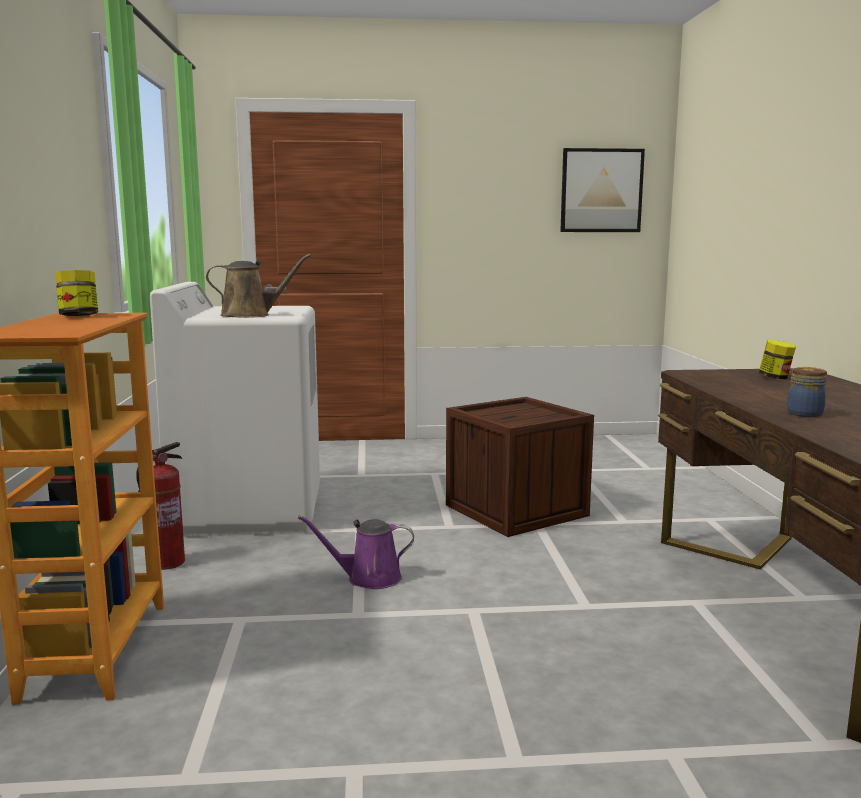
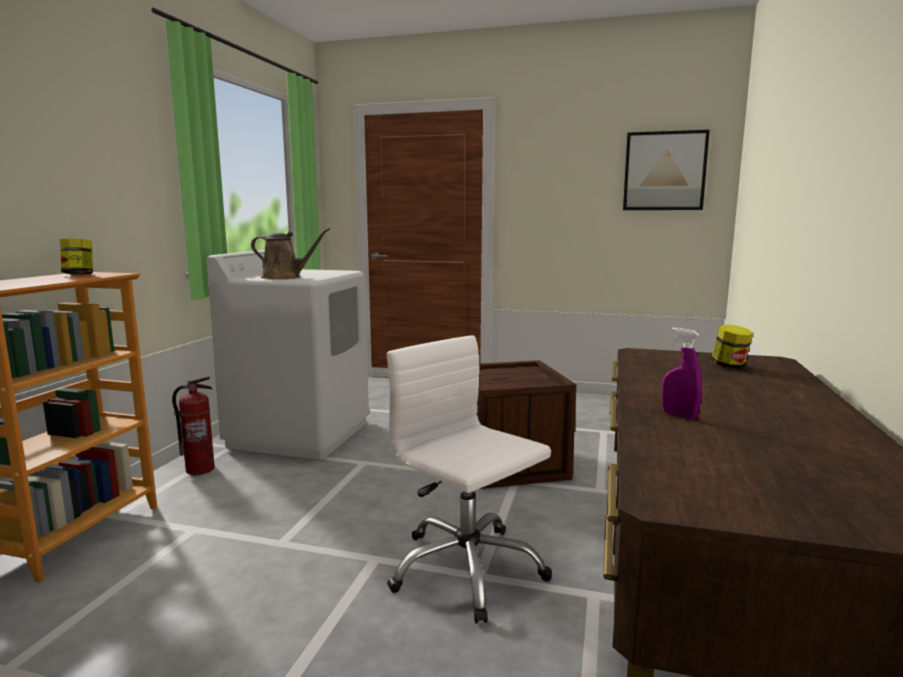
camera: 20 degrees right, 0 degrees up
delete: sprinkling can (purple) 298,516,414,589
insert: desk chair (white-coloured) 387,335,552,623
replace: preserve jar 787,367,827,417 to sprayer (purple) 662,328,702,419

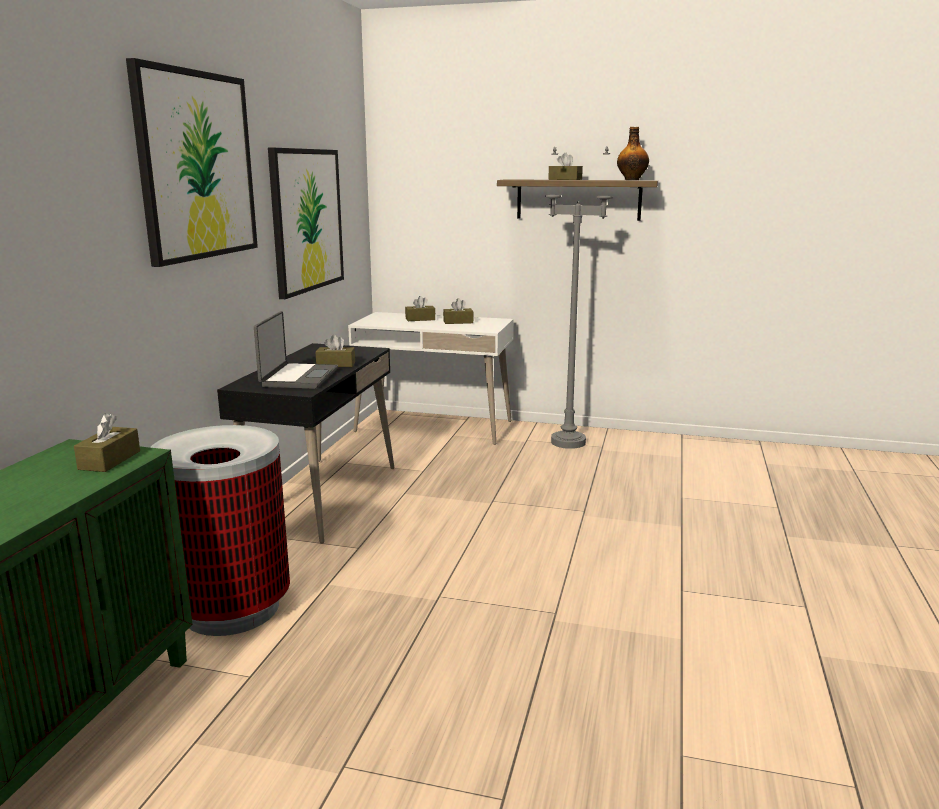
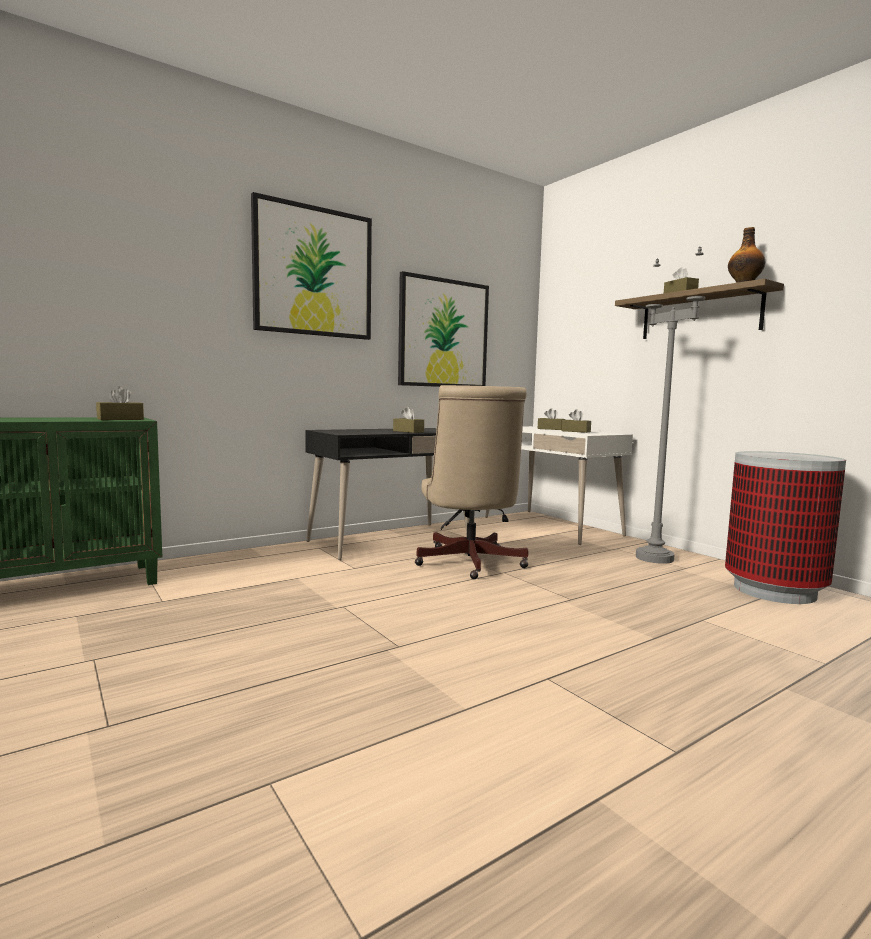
camera: 40 degrees right, 10 degrees down
delete: portable computer 254,311,338,389
insert: desk chair (beige) 415,385,528,579
move: trash can 150,425,290,636 to 725,451,846,604

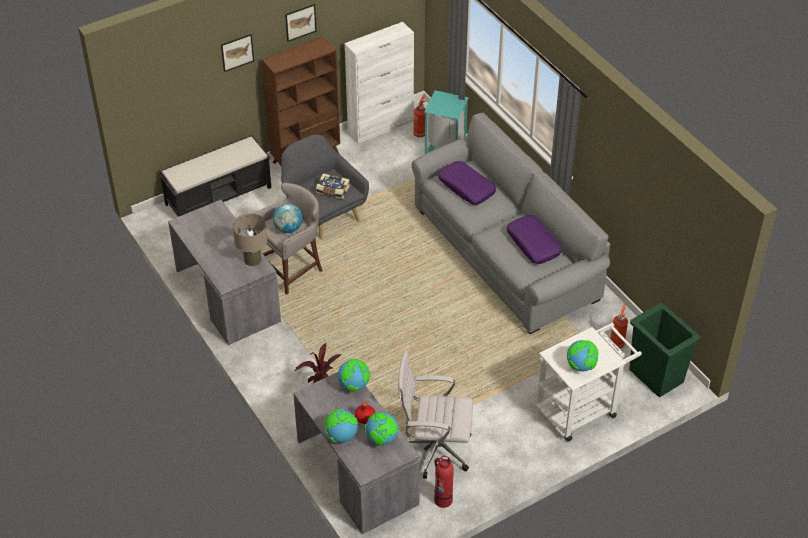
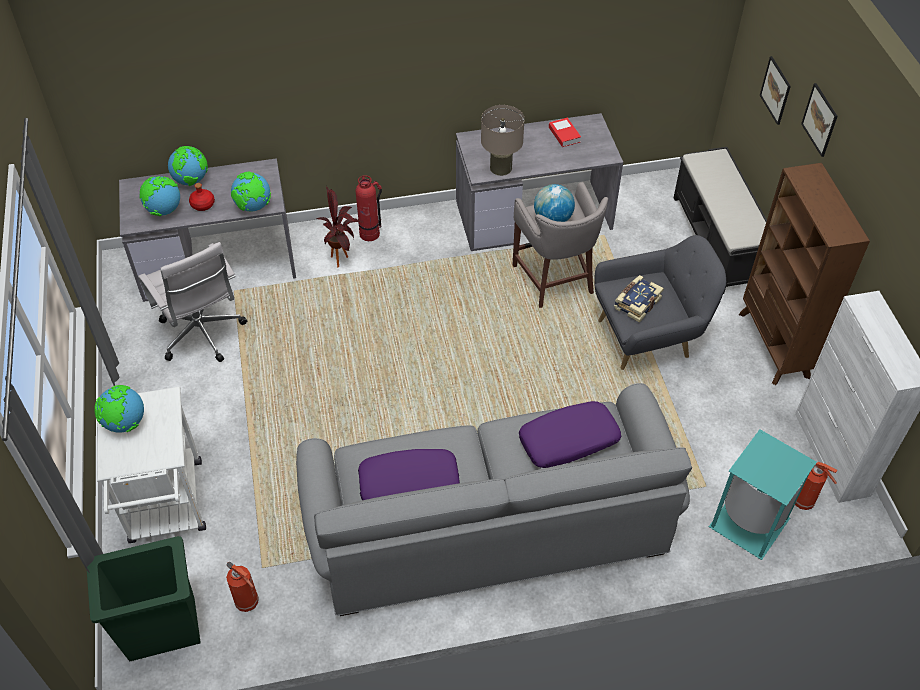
camera: 110 degrees right, 5 degrees up
insert: book 549,118,581,147
move: wall picture 285,4,317,42 to 760,56,791,125; extinguisher 434,456,454,508 to 355,175,382,241
rotate: desk chair (white-coloured) 398,351,473,479 = 138,242,247,362 120 degrees clockwise

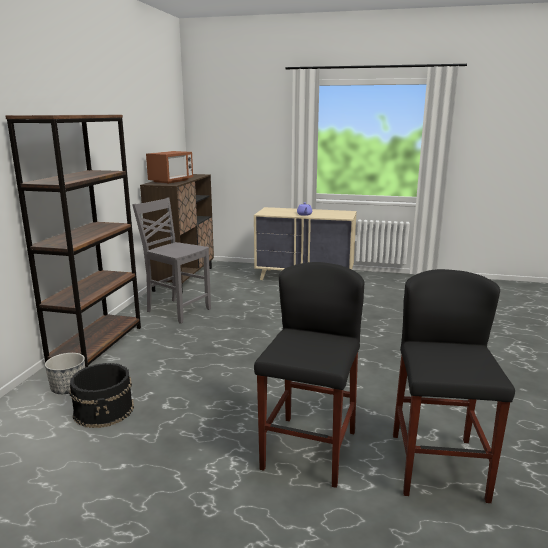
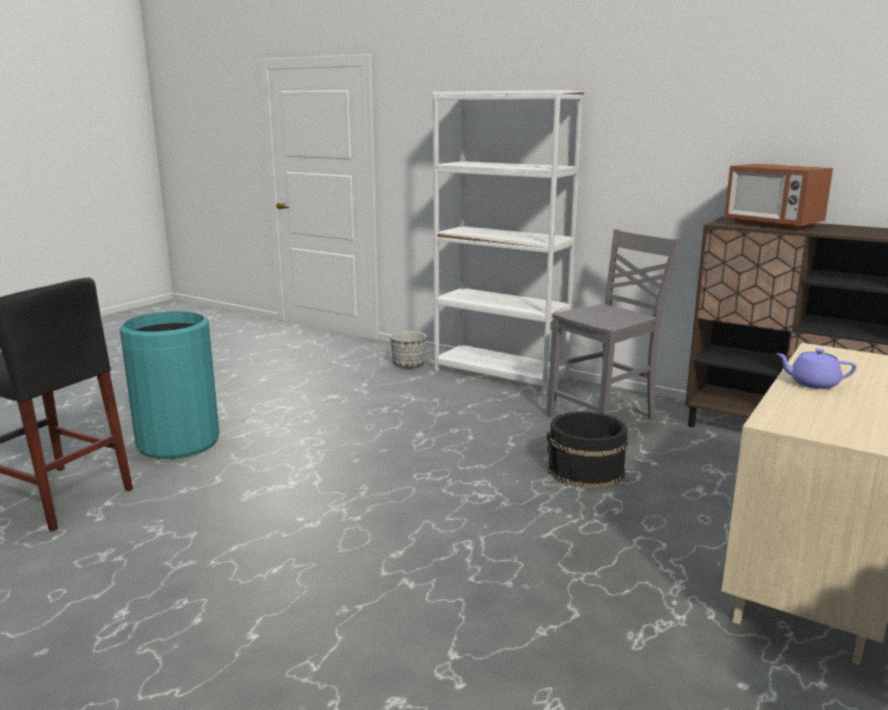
camera: 110 degrees right, 0 degrees up
move: water bucket (black) 69,363,134,428 to 547,412,628,488
replace: sitting stool (black) 254,262,364,488 to trash can (blue-green) 120,311,220,459
recolor: bookshelf (brown-coloured) 5,115,141,368 to bookshelf (white-coloured) 432,90,584,395

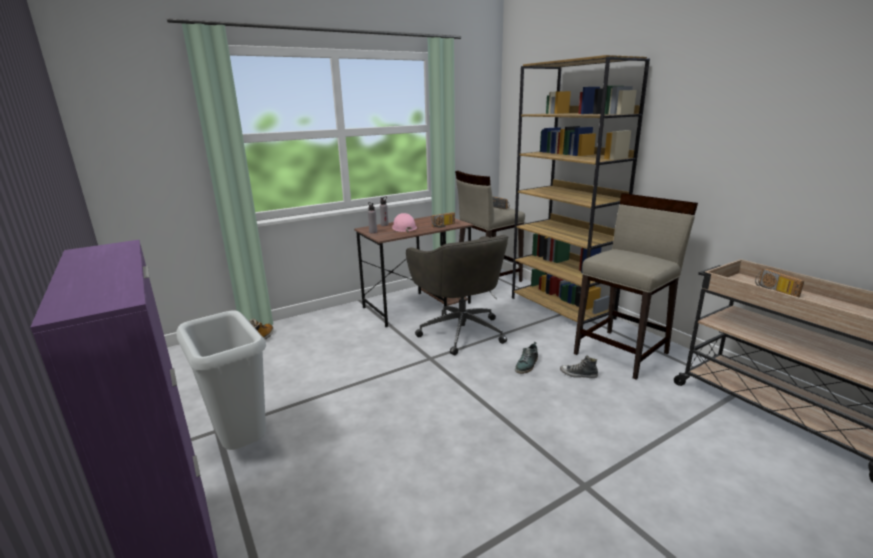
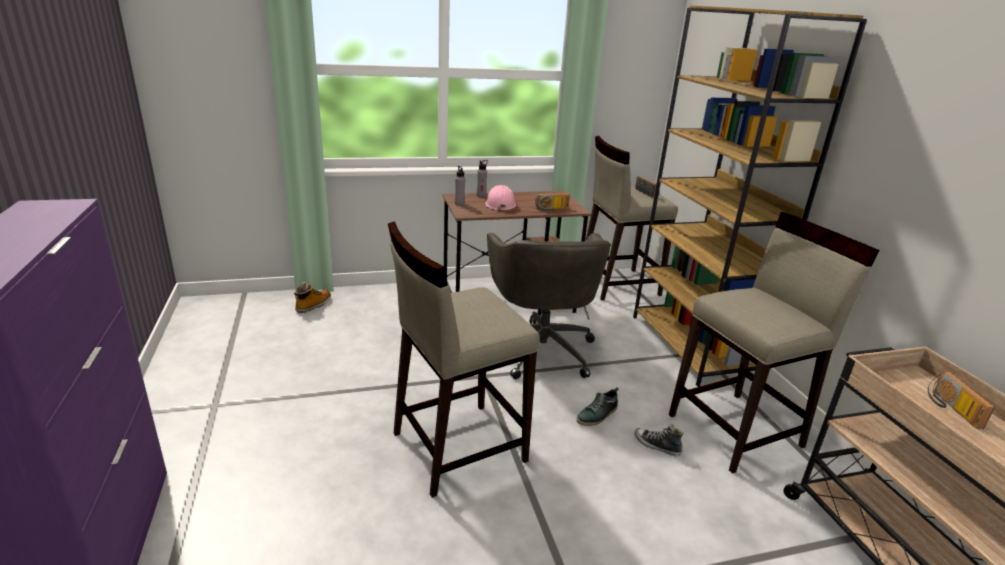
camera: 15 degrees right, 5 degrees up
delete: trash can (greyish) 176,310,266,450
insert: sitting stool (beige) 388,221,540,498

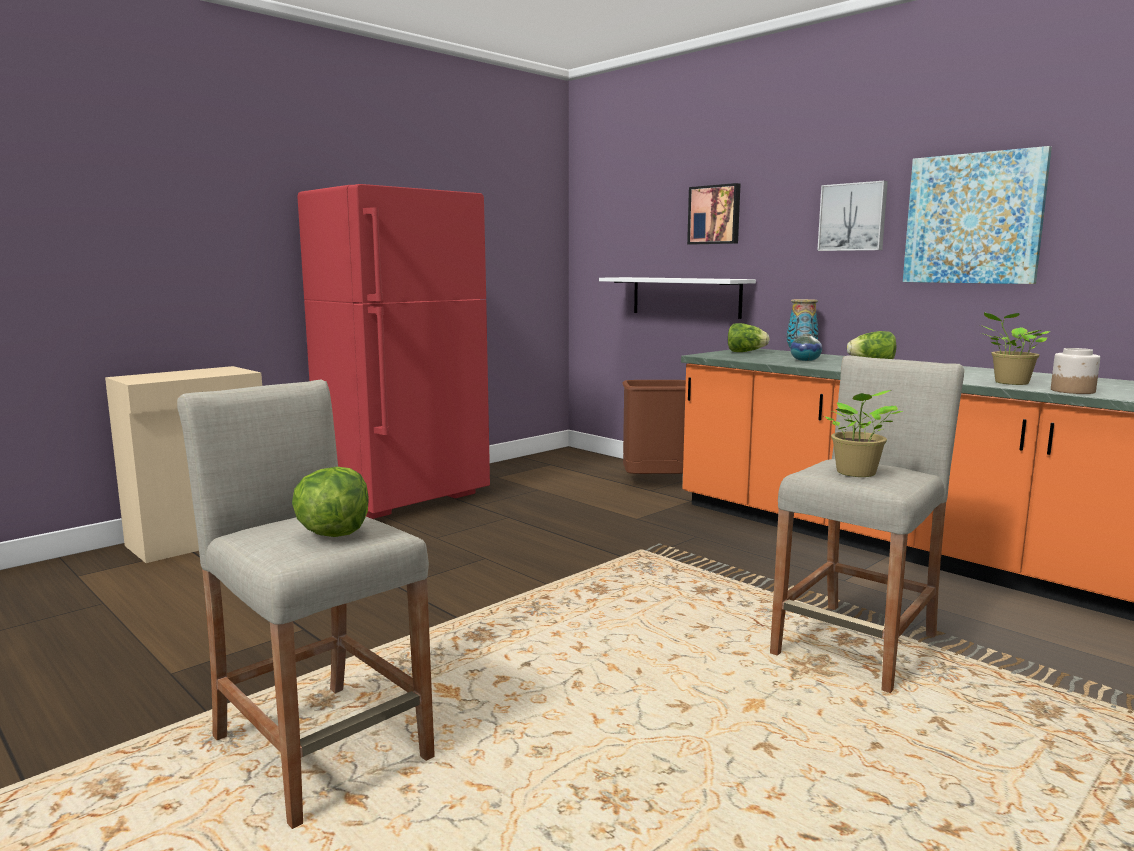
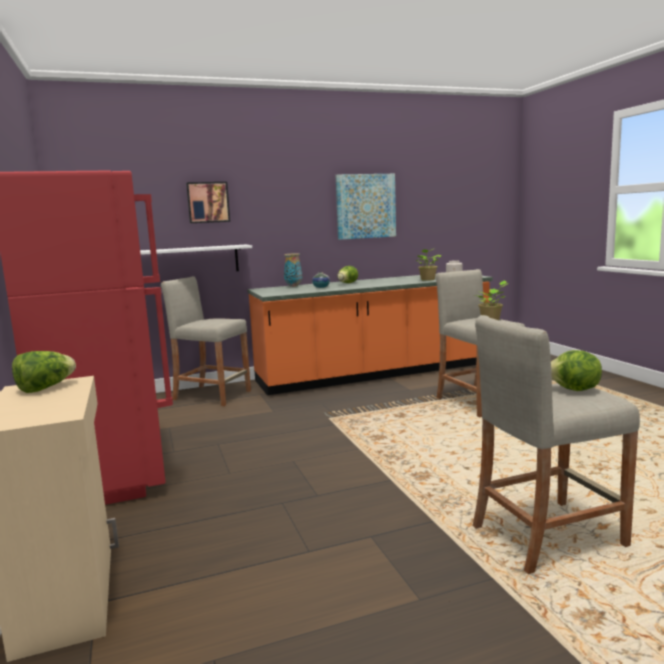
camera: 65 degrees left, 0 degrees up
delete: wall picture 817,181,888,251
move: lettuce head 728,323,770,352 to 12,351,76,393
replace: trash can (brown-coloured) 622,380,686,474 to sitting stool (beige) 161,276,251,406

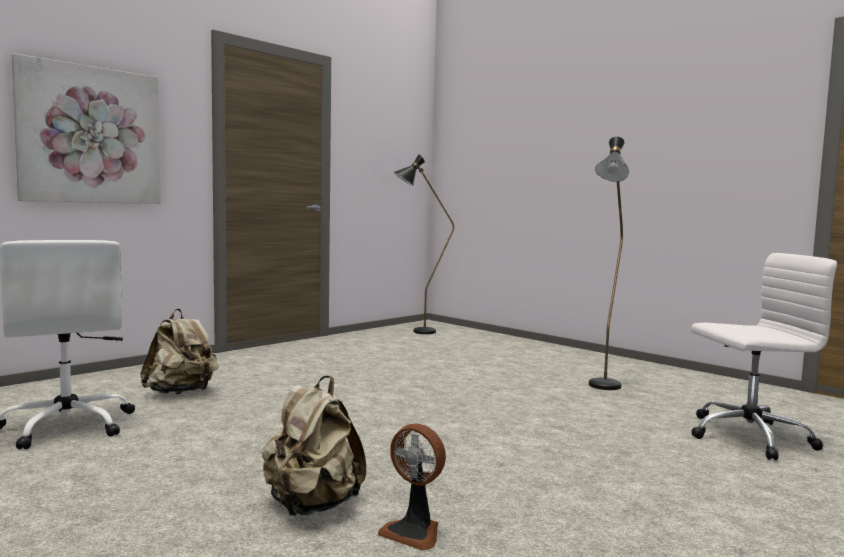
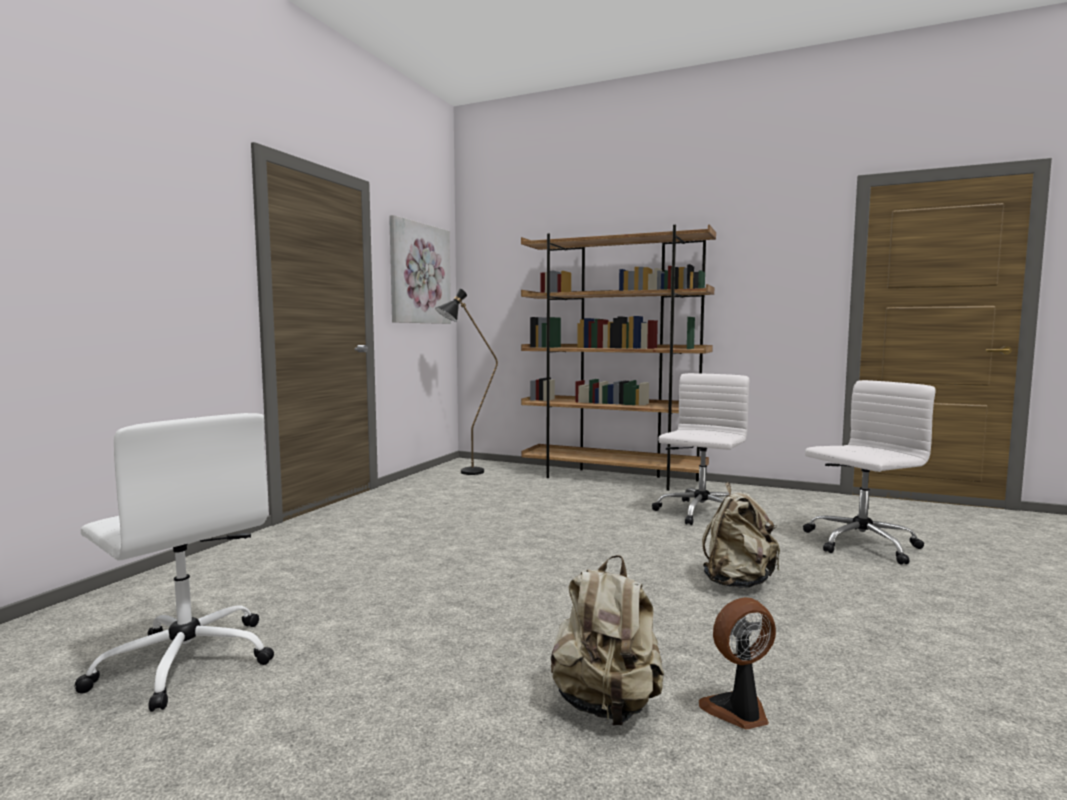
camera: 20 degrees left, 0 degrees up
insert: bookshelf (brown-coloured) 521,225,716,491
move: wall picture 12,53,161,204 to 389,215,451,324; knapsack (beige) 140,309,219,394 to 702,482,780,588
replace: standing lamp (black) 589,137,629,390 to desk chair (white-coloured) 652,373,750,525
rotate: cooling fan 378,423,446,551 = 699,597,776,730 150 degrees clockwise

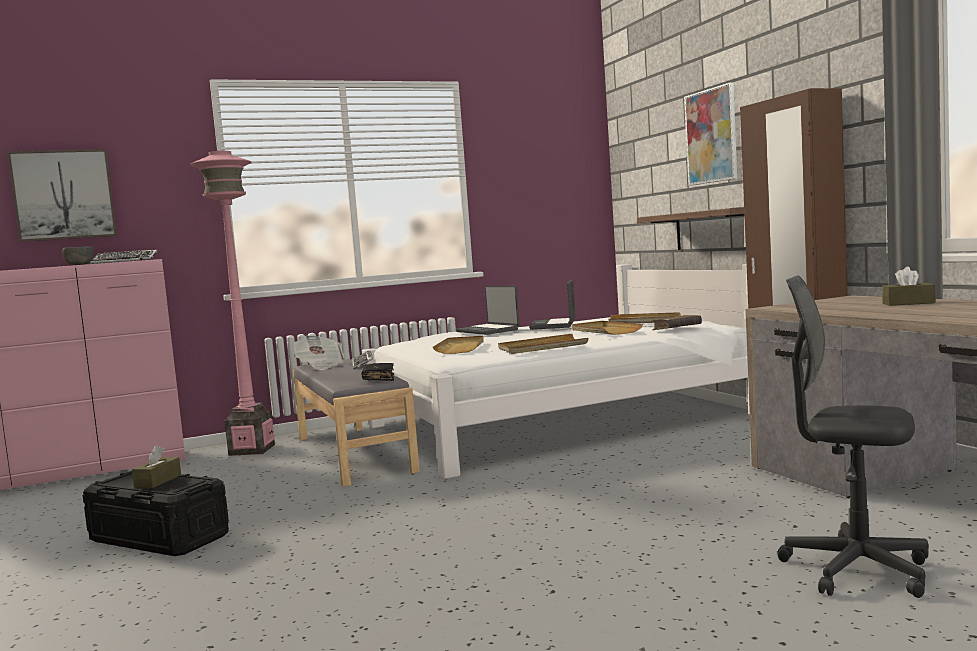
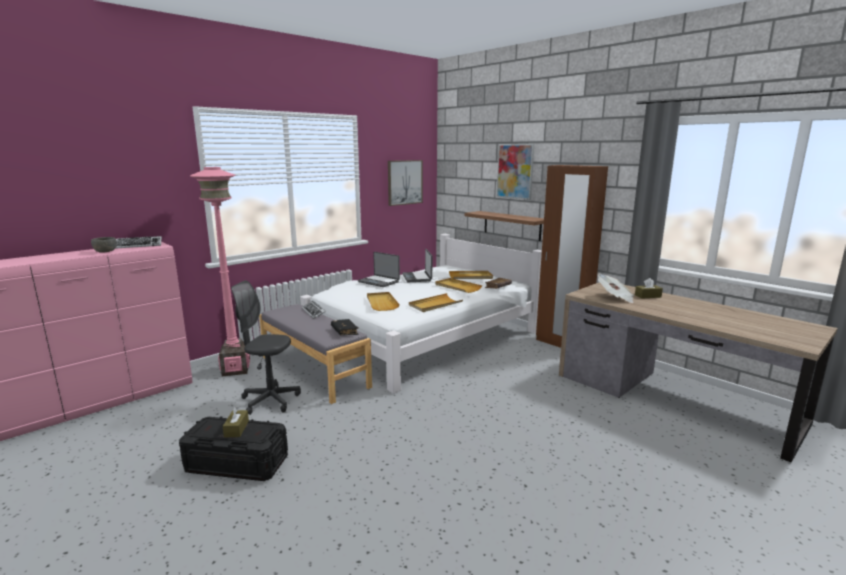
camera: 20 degrees left, 10 degrees up
move: wall picture 7,149,117,242 to 388,160,423,206; printed paper 293,335,344,370 to 598,274,634,303; desk chair (greyish) 777,276,929,598 to 231,280,301,415

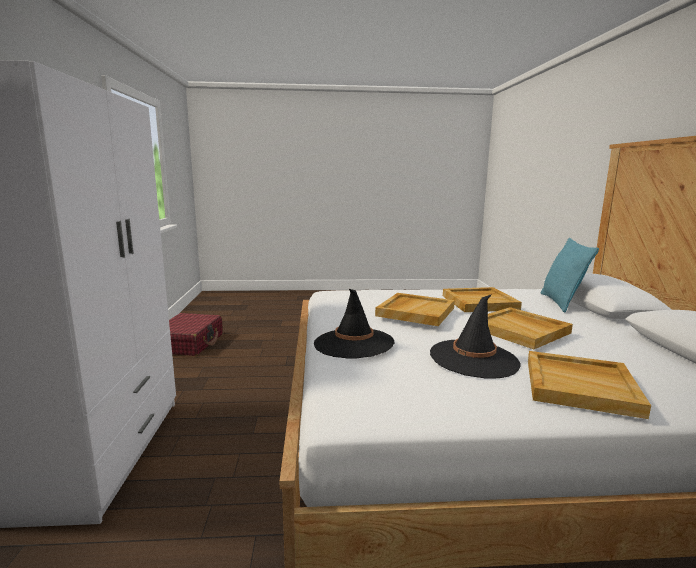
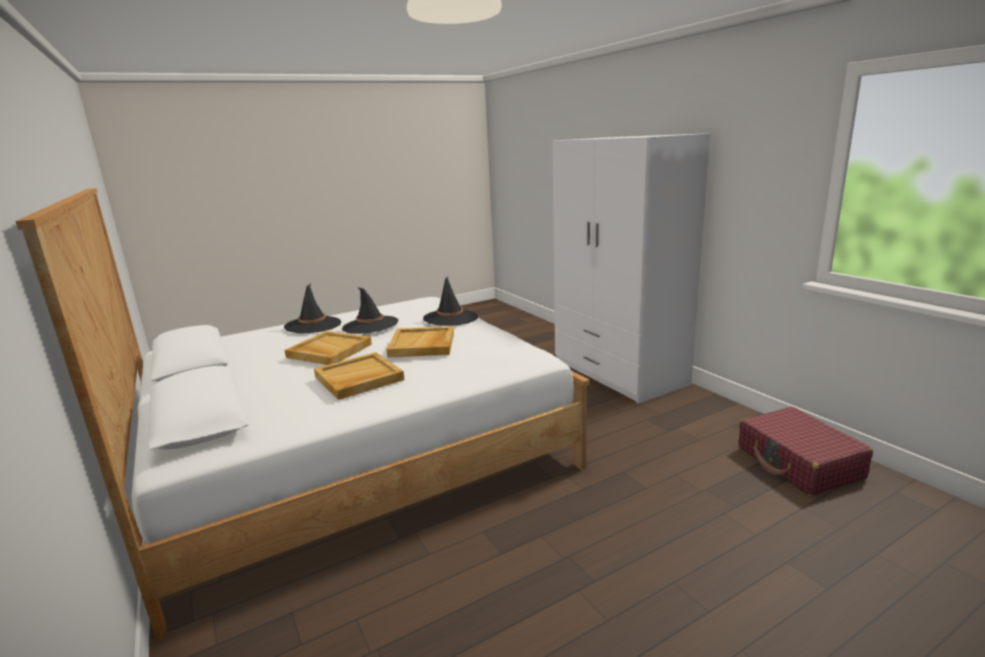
camera: 155 degrees right, 5 degrees up
delete: throw pillow (blue-green) 540,238,599,312
replace: tray (beige) 528,351,651,419 to clothing hat (black) 284,283,341,333

